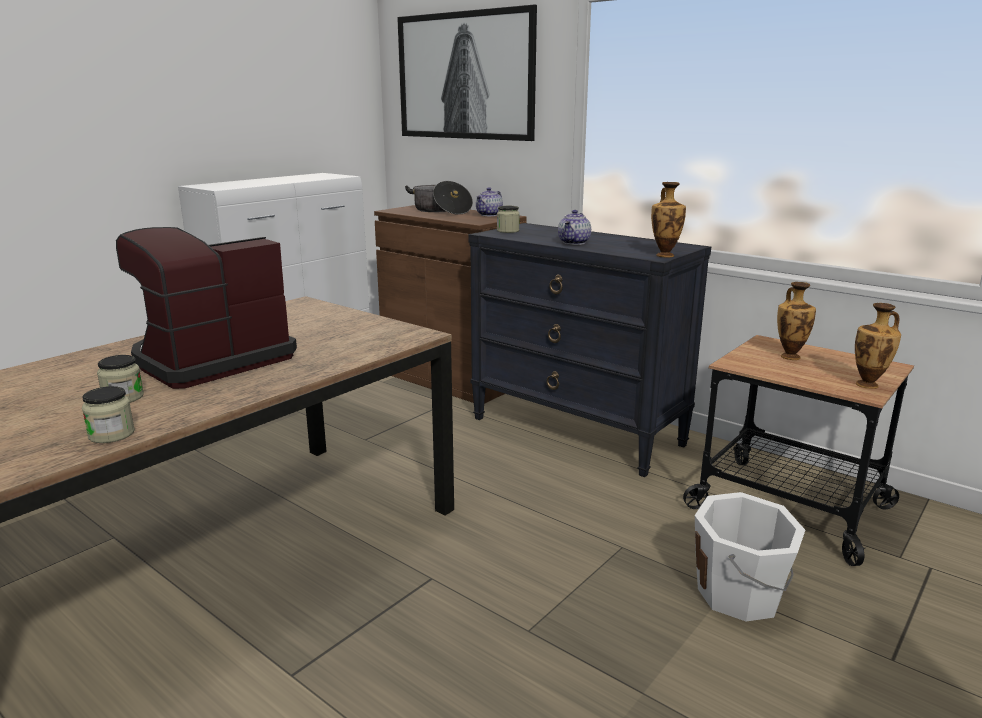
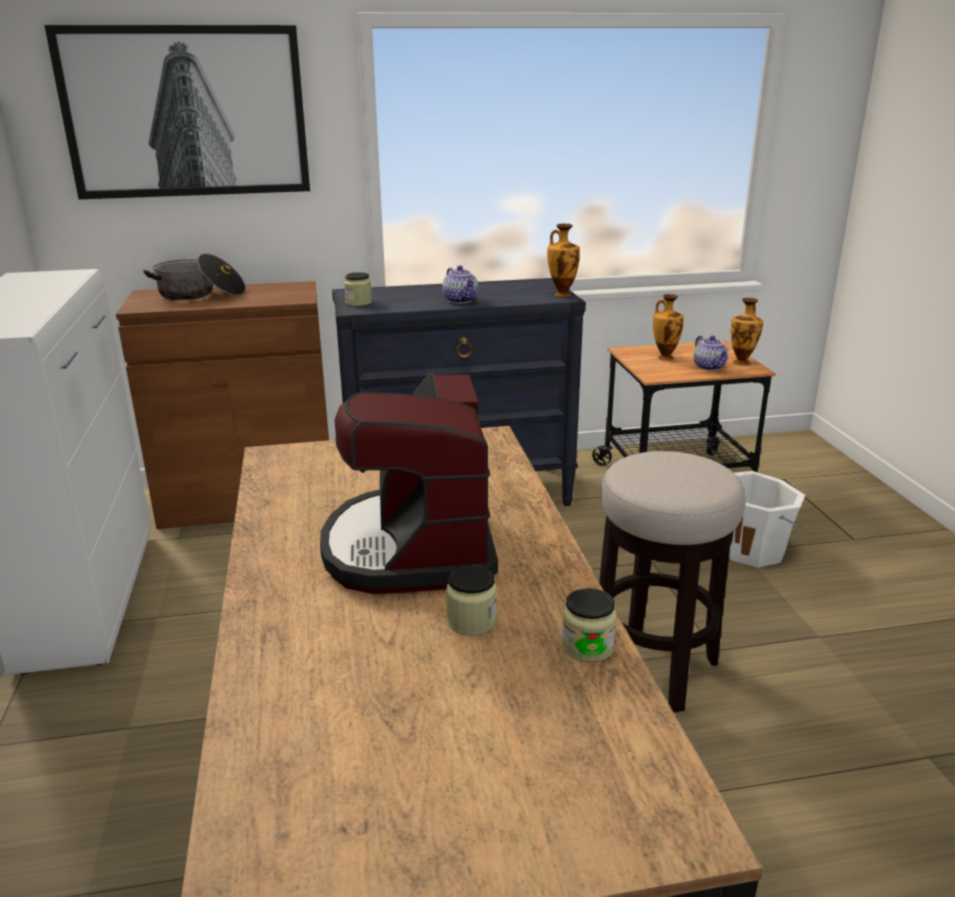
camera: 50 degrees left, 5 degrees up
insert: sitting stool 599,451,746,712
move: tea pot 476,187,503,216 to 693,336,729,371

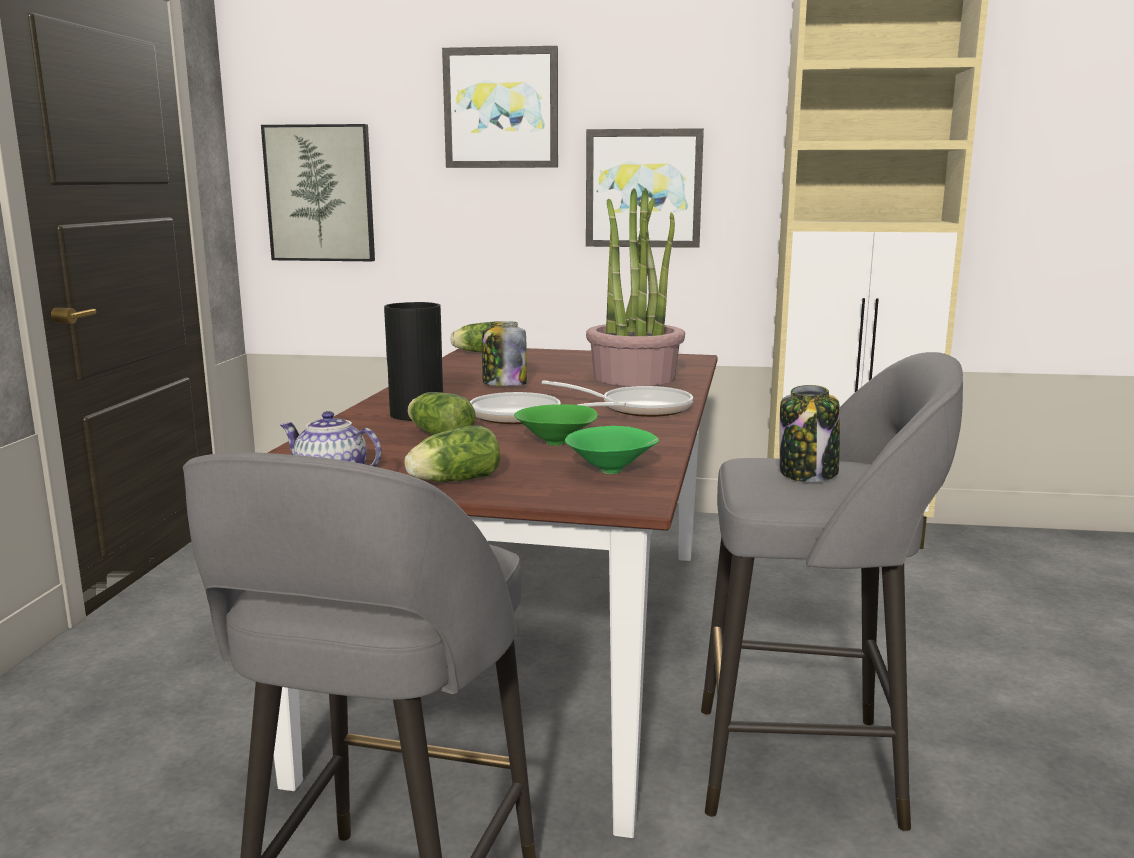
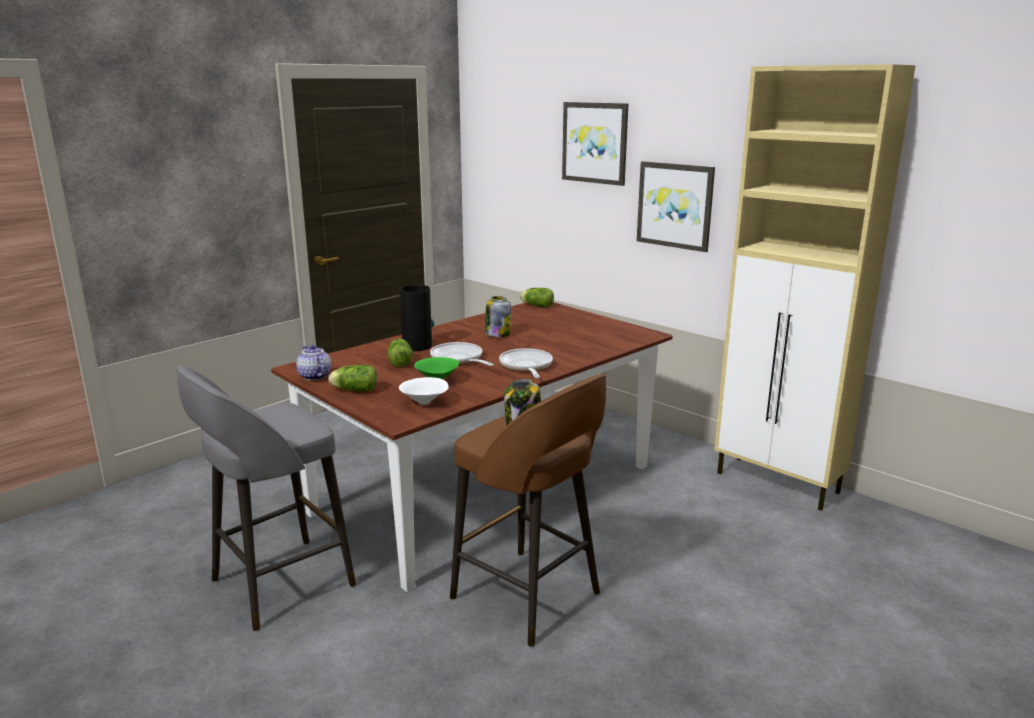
camera: 35 degrees right, 5 degrees up
delete: wall picture 261,124,375,261; houseplant 586,188,685,386
recolor: bowl (green-coloured) 565,426,659,474 to bowl (white-coloured) 399,377,449,405; sitting stool (greyish) 701,352,963,832 to sitting stool (brown-coloured) 450,374,606,647
rotate: frying pan 541,380,693,417 = 499,348,553,378 150 degrees counterclockwise

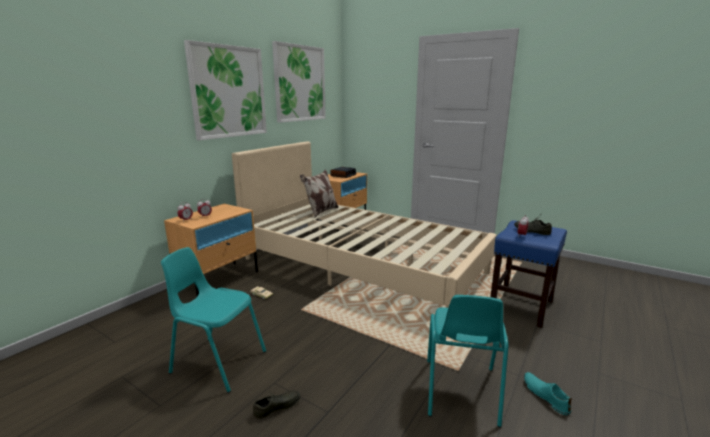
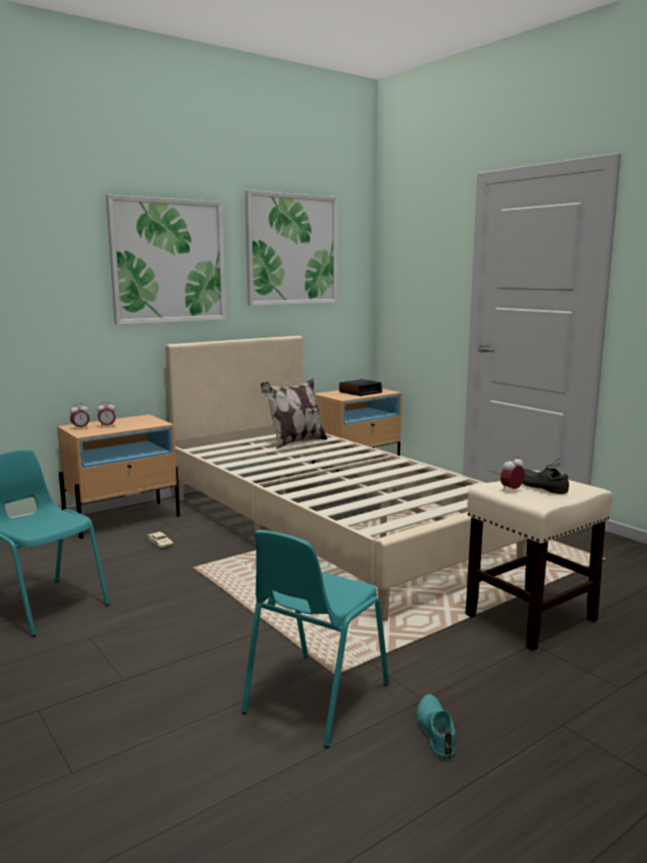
camera: 20 degrees right, 5 degrees down
delete: shoe (greyish) 253,390,300,419
recolor: sitting stool (blue) 490,220,567,328 to sitting stool (beige) 465,470,613,651

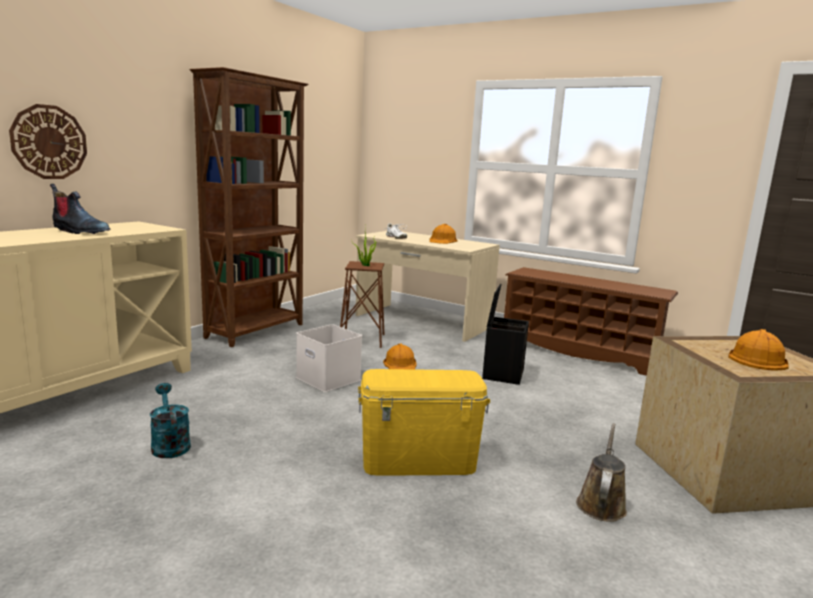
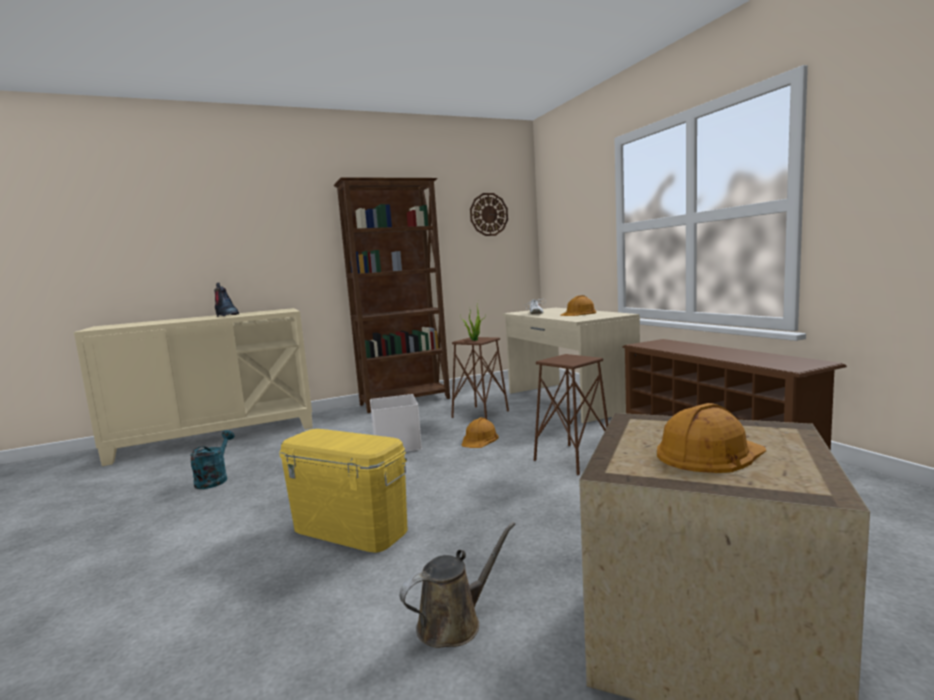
camera: 35 degrees right, 5 degrees down
move: wall clock 9,104,87,179 to 470,193,508,236
replace: storage bin (black) 482,284,529,385 to sitting stool (brown-coloured) 534,354,608,475

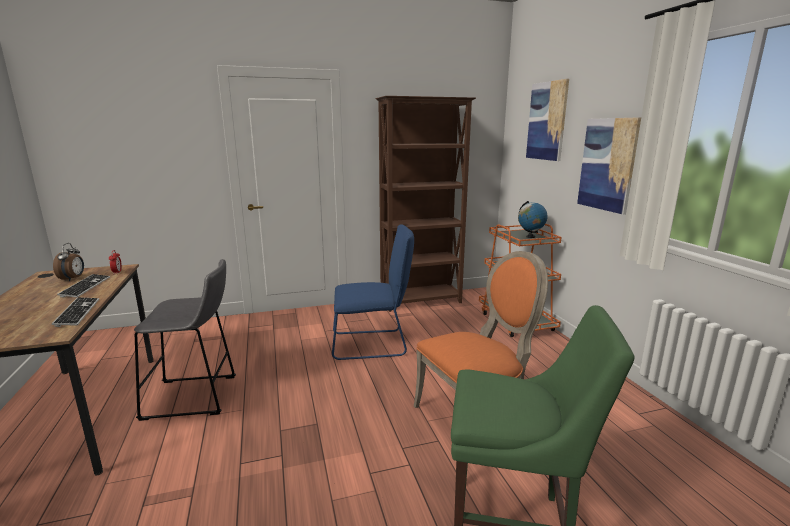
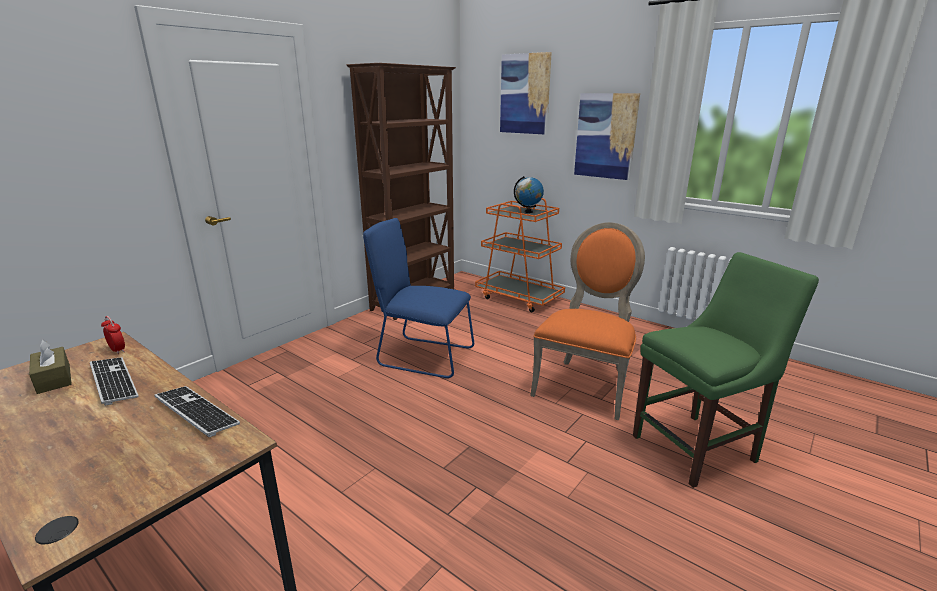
camera: 35 degrees left, 5 degrees up
delete: sitting stool (greyish) 134,259,236,421
replace: bedside clock 53,243,84,281 to tissue holder (brown-coloured) 29,340,72,394
rotate: plain chair (blue) 332,224,414,360 = 363,218,474,378 120 degrees counterclockwise

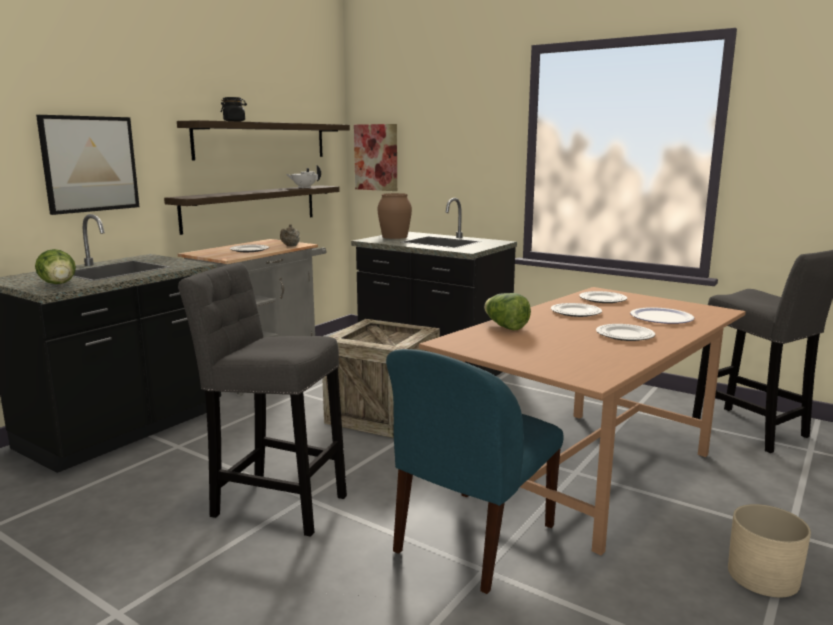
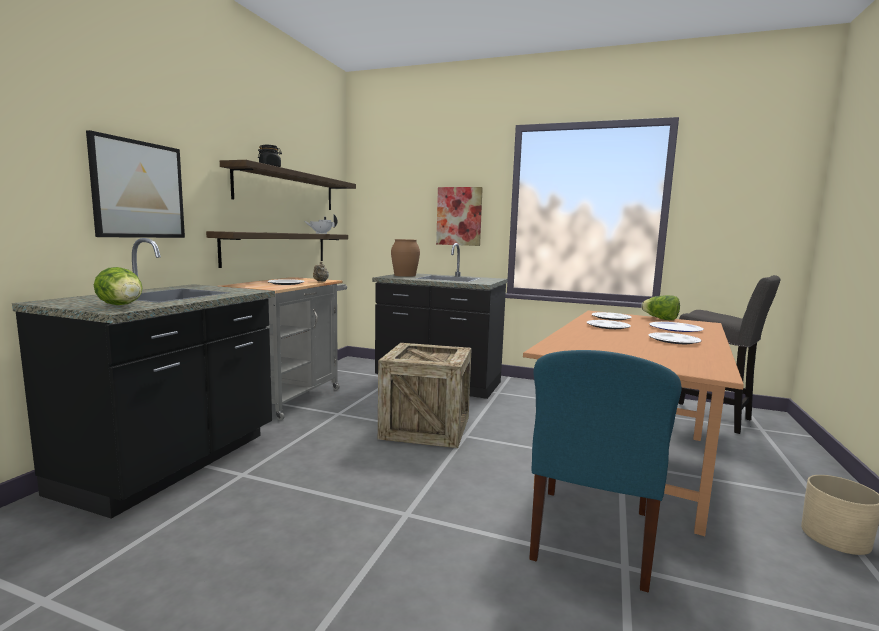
camera: 15 degrees left, 5 degrees down
delete: sitting stool (greyish) 178,263,347,537
move: wall picture 354,124,397,191 to 436,187,483,246; lettuce head 484,293,531,330 to 641,295,680,320

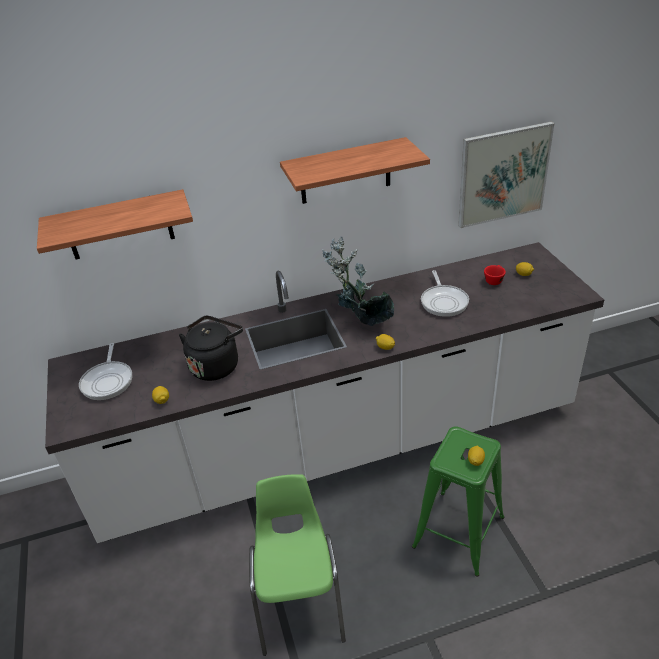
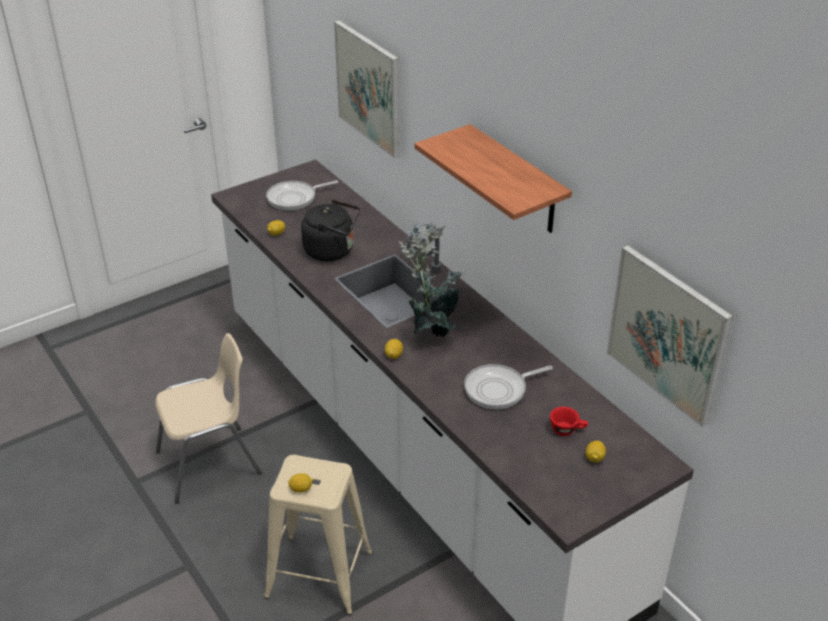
camera: 70 degrees right, 0 degrees up
replace: wall shelf 37,189,193,259 to wall picture 334,20,399,158
recolor: plain chair (green-coloured) 249,474,346,656 to plain chair (beige) 155,333,262,504; sitting stool (green-coloured) 412,427,505,577 to sitting stool (beige) 264,455,373,616

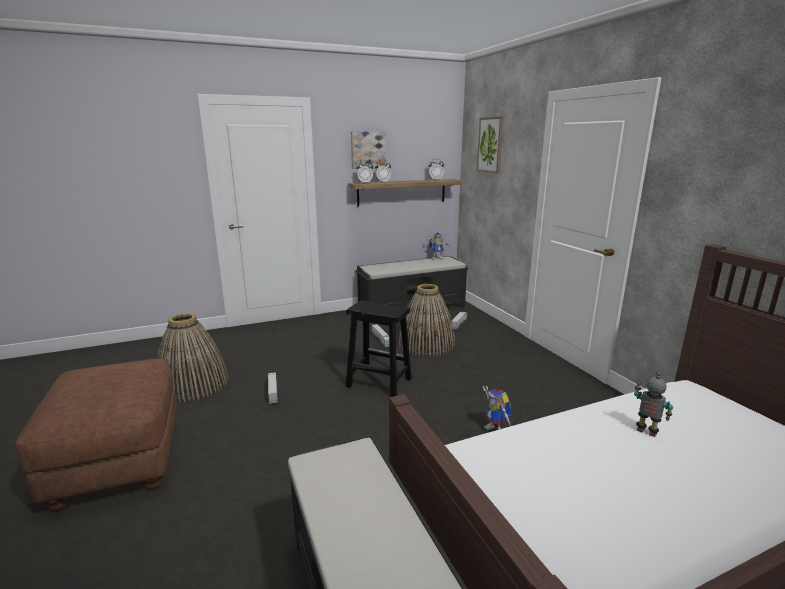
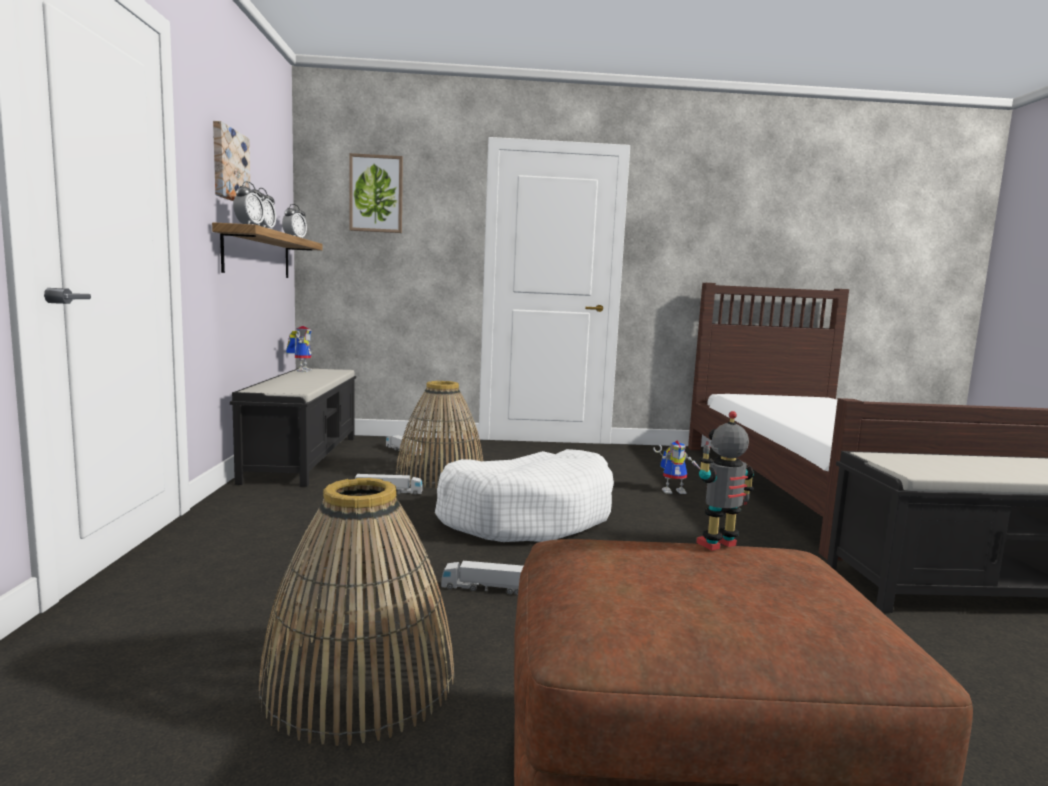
camera: 70 degrees left, 10 degrees down
move: toy robot 634,372,673,437 to 696,411,754,551
replace: sitting stool (black) 346,300,412,397 to pet bed (white-coloured) 435,449,614,542

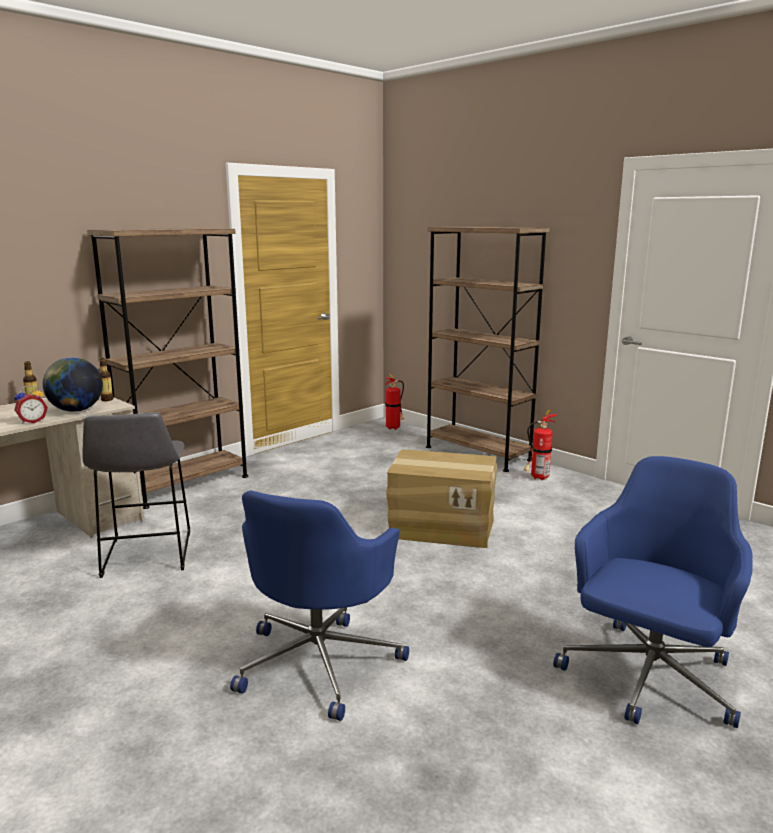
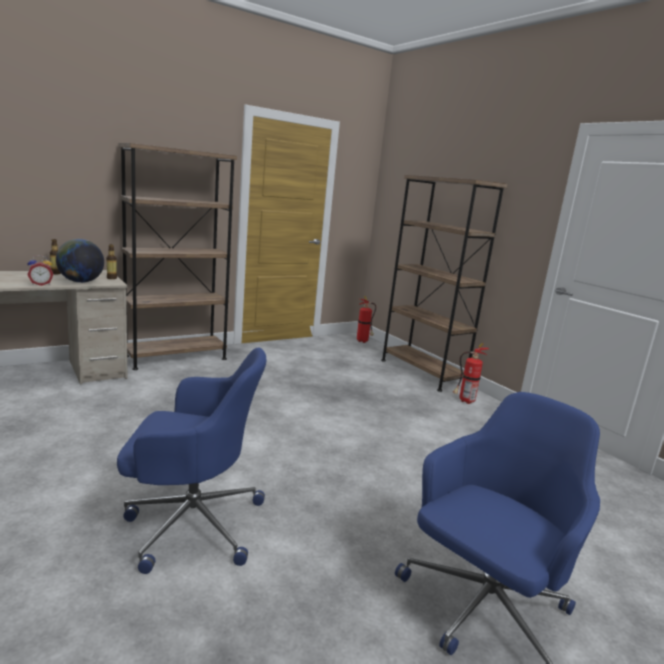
camera: 10 degrees right, 0 degrees up
delete: sitting stool (greyish) 83,412,190,578; cardboard box 386,450,497,548
rotate: desk chair (blue) 230,491,409,721 = 117,348,266,574 120 degrees counterclockwise

